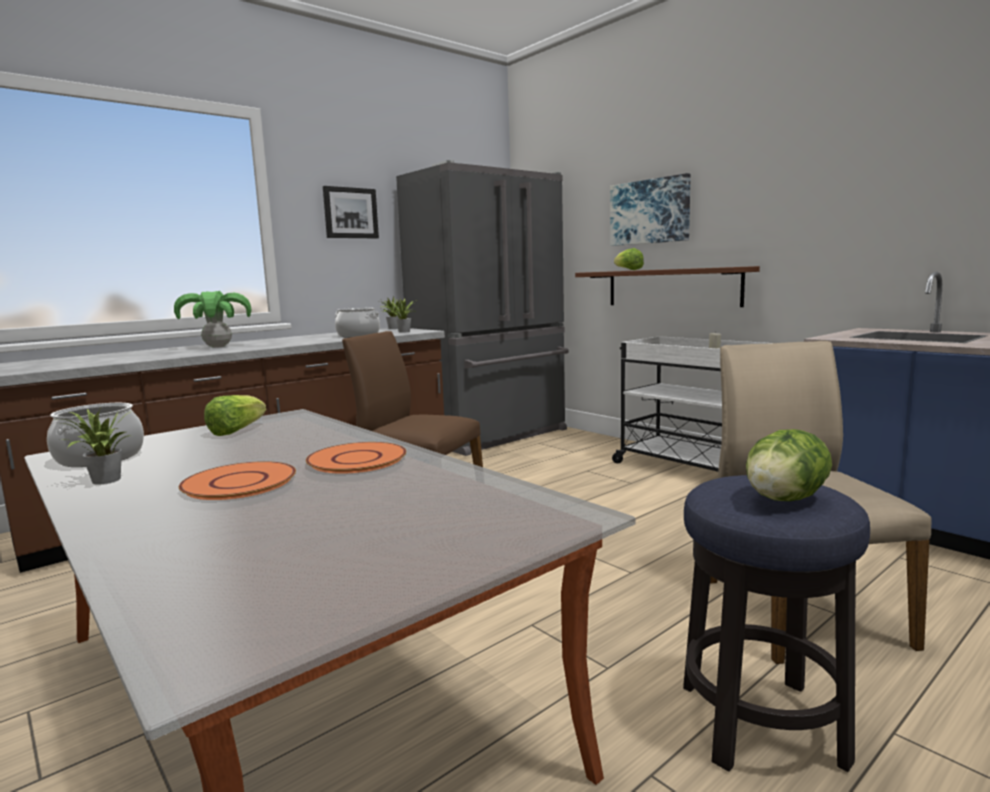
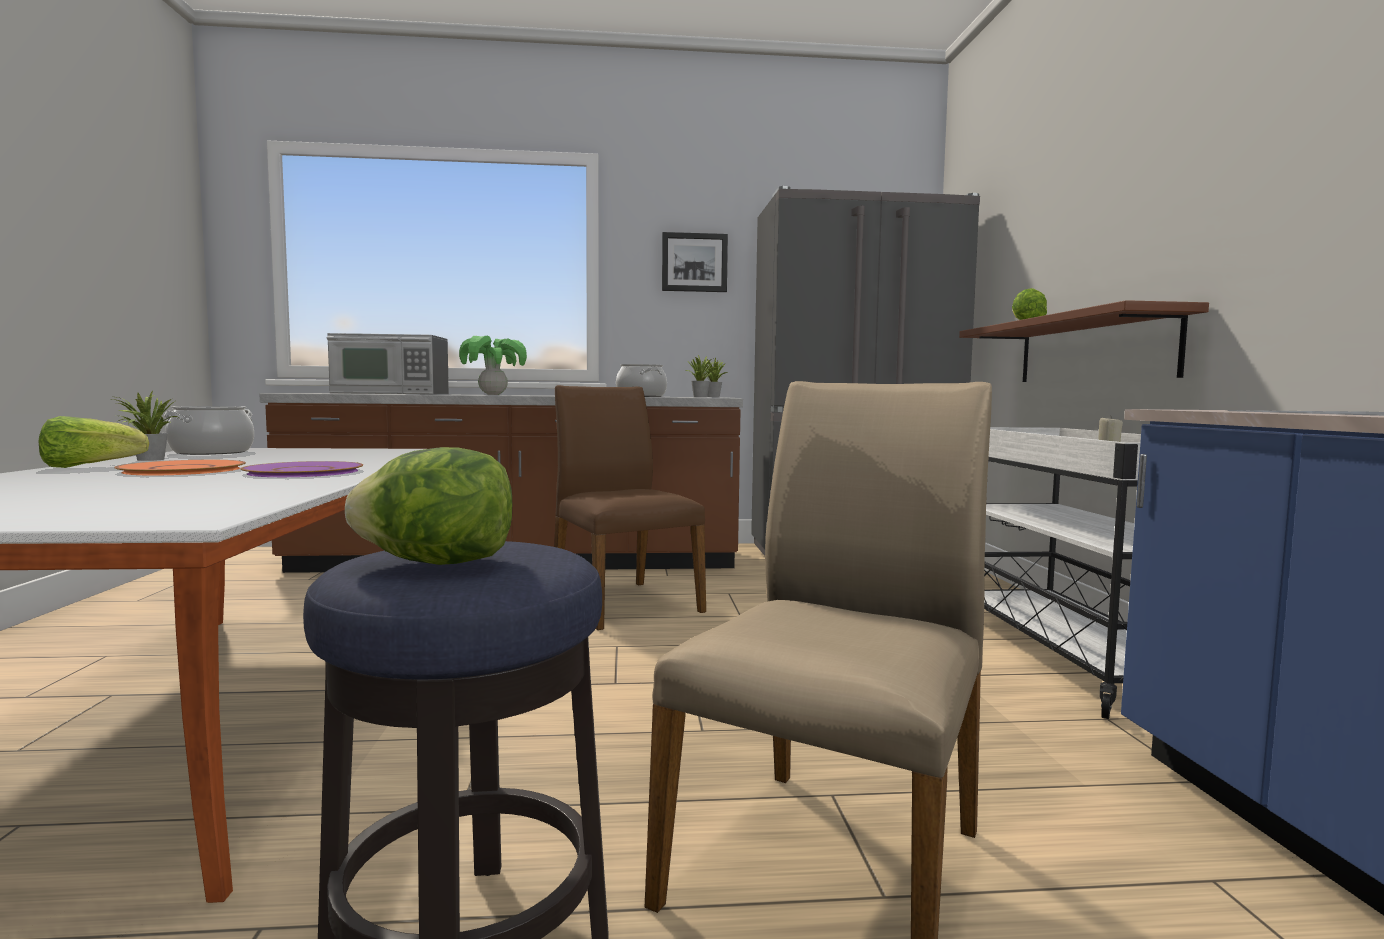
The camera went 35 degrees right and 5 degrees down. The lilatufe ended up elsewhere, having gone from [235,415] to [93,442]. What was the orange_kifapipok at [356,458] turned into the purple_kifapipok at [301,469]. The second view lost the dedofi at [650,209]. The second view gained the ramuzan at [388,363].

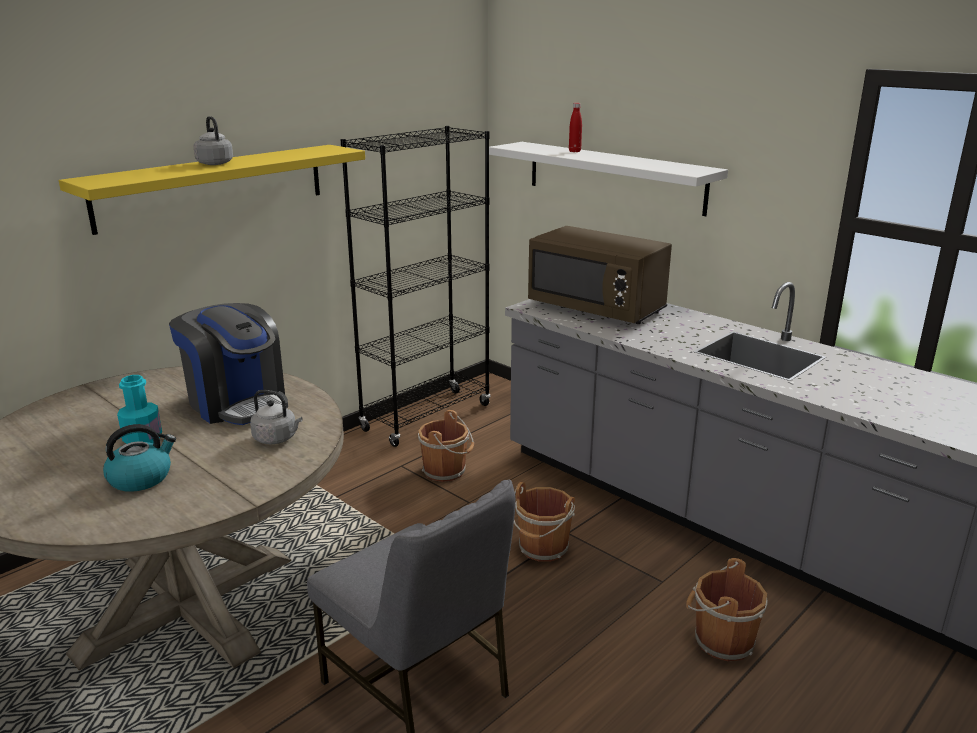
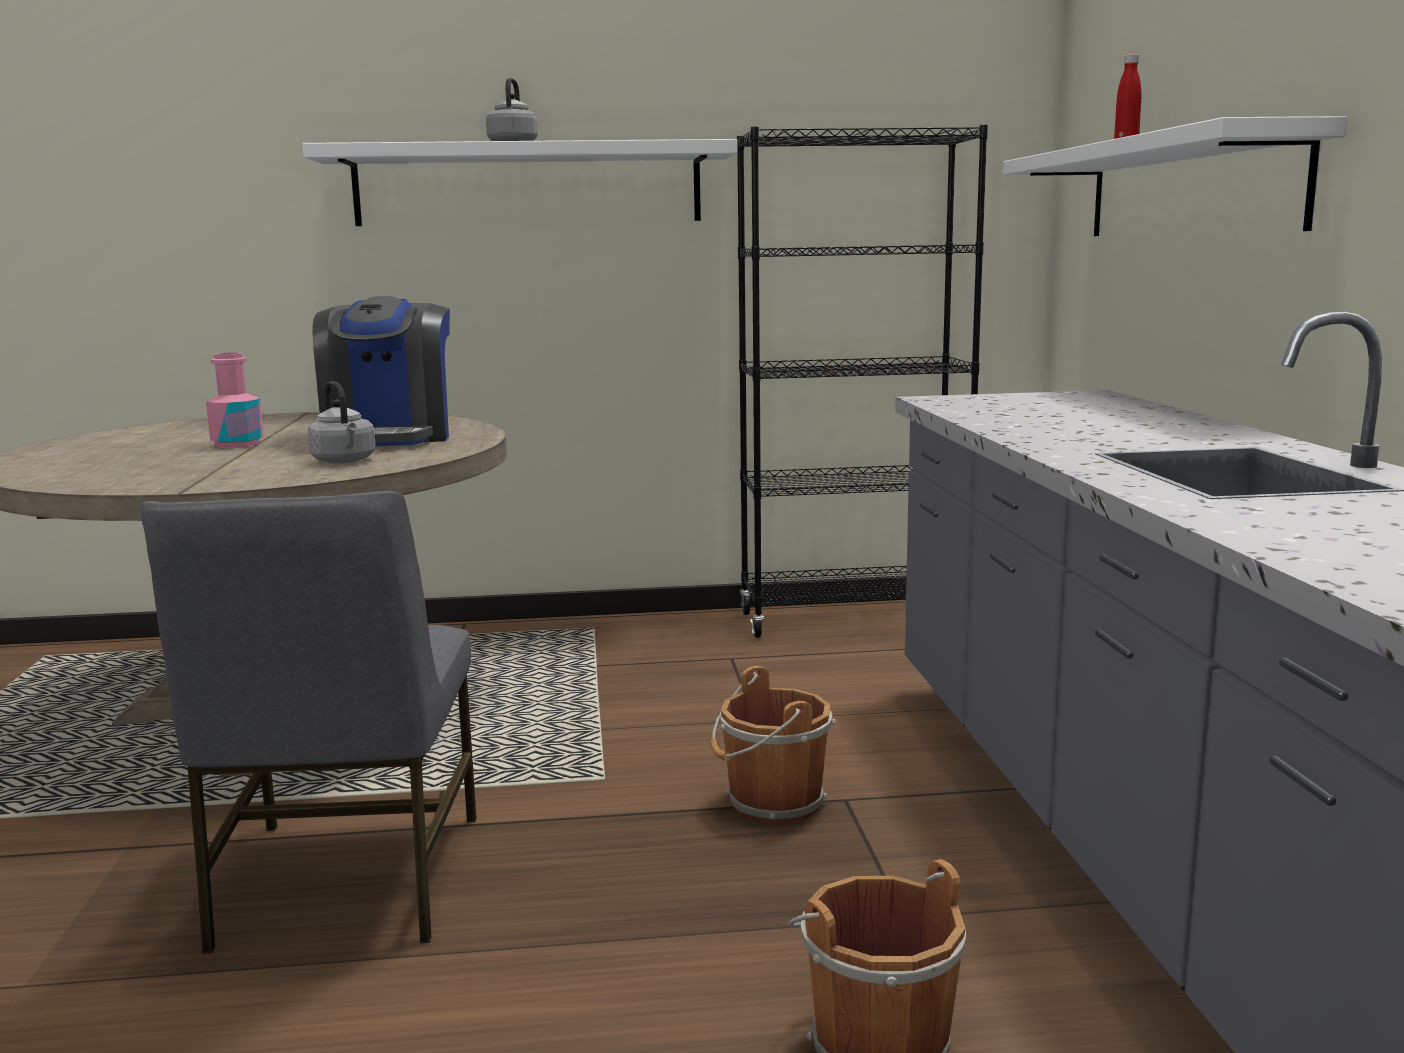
The camera went 40 degrees right and 10 degrees down. What was the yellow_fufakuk at [212,190] turned into the white_fufakuk at [520,182]. The second view lost the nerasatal at [139,458]. What was the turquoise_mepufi at [139,409] turned into the pink_mepufi at [234,400]. The second view lost the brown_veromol at [446,446]. The second view lost the brown_ramuzan at [600,275].

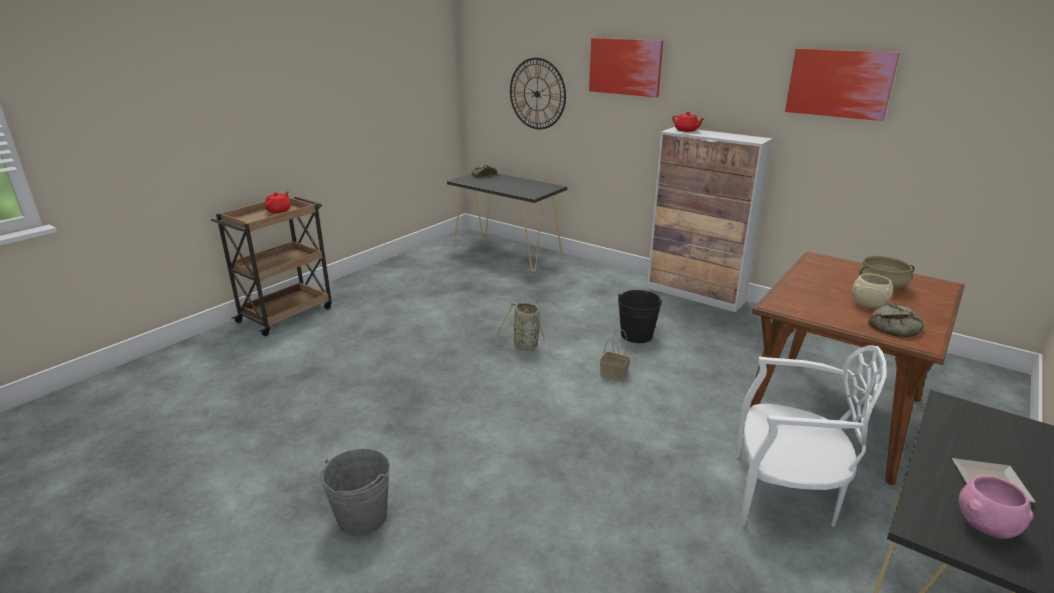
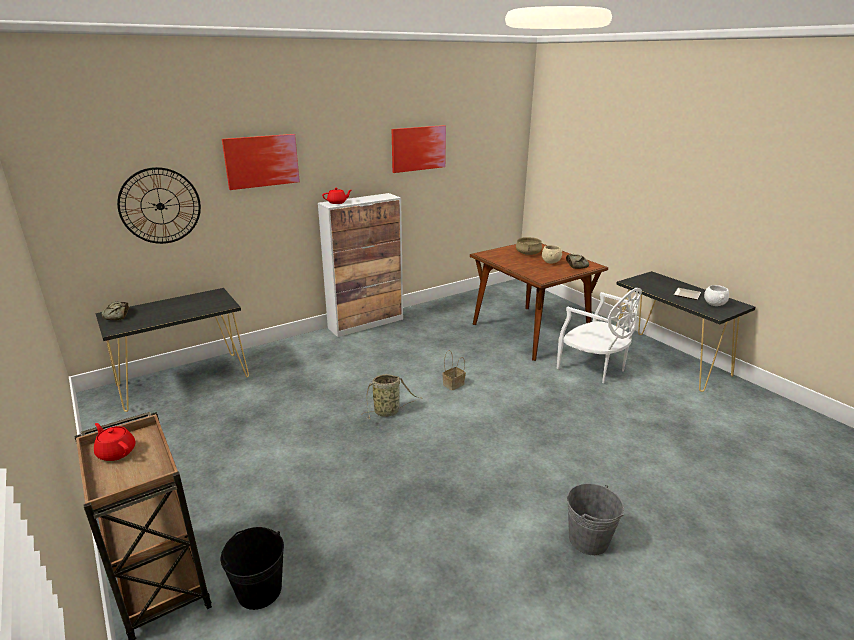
The camera went 70 degrees left and 0 degrees up. The black_veromol ended up elsewhere, having gone from [640,316] to [252,568]. The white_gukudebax at [810,436] ended up facing another way, 105 degrees clockwise from before. What was the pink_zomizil at [996,507] turned into the white_zomizil at [716,295].

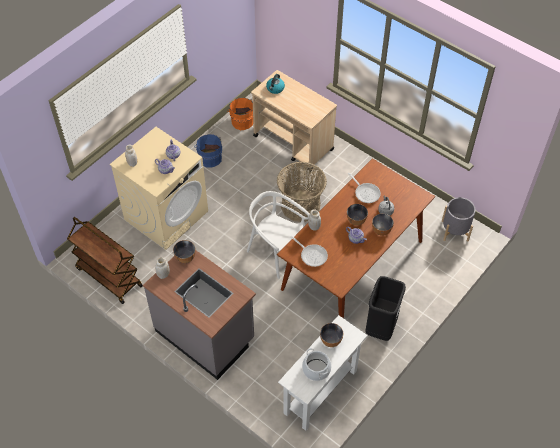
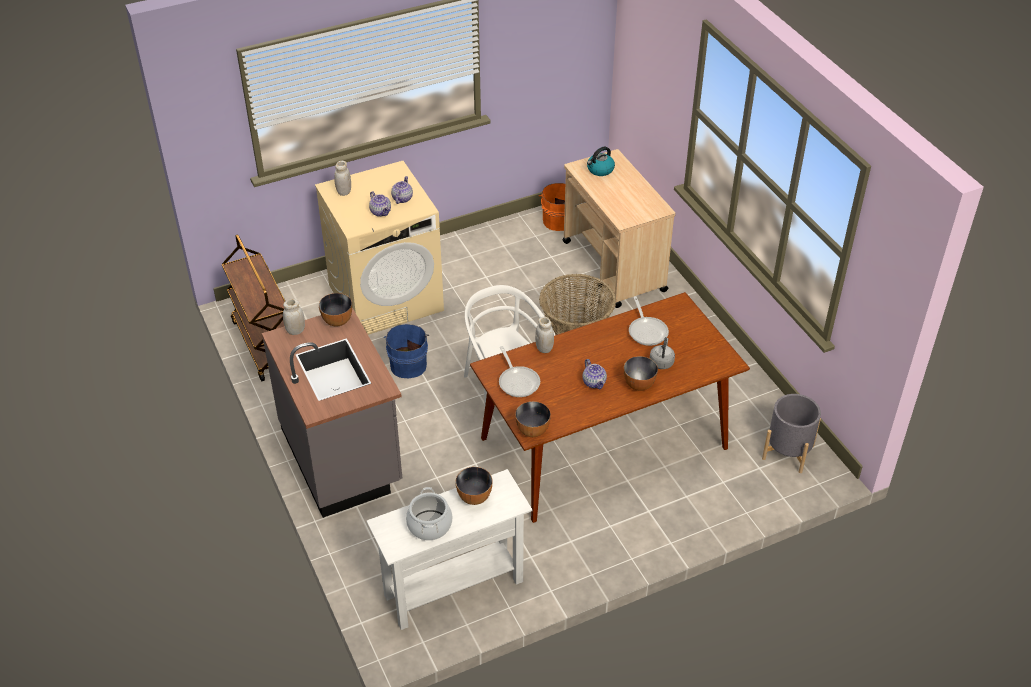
The camera went 25 degrees right and 10 degrees down. The blue_veromol ended up elsewhere, having gone from [208,151] to [406,351]. The zomizil ended up elsewhere, having gone from [357,215] to [533,419]. The second view lost the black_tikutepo at [385,308].

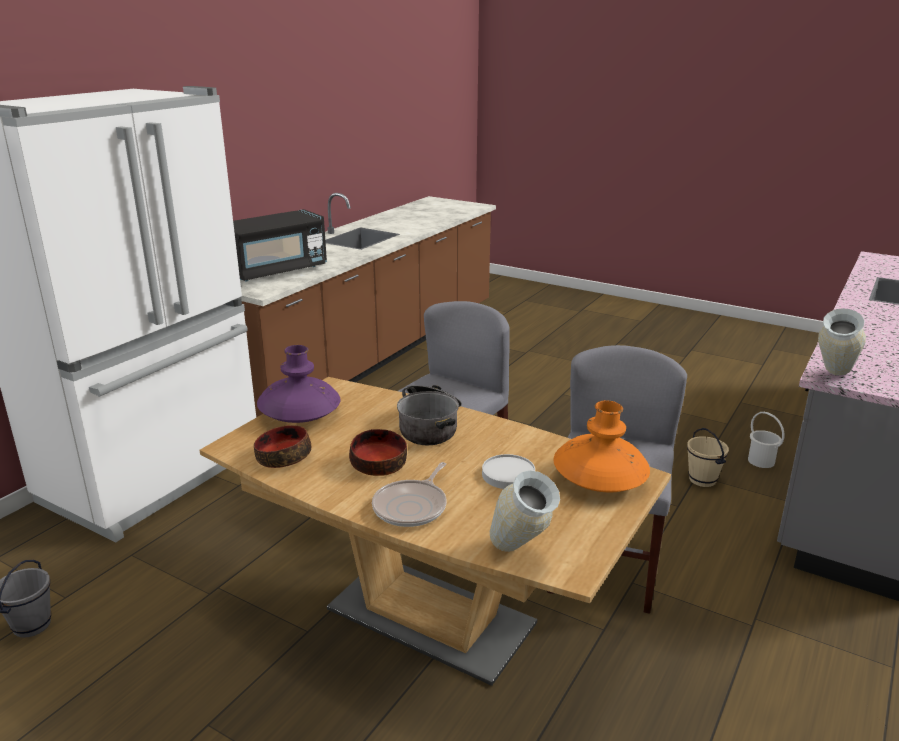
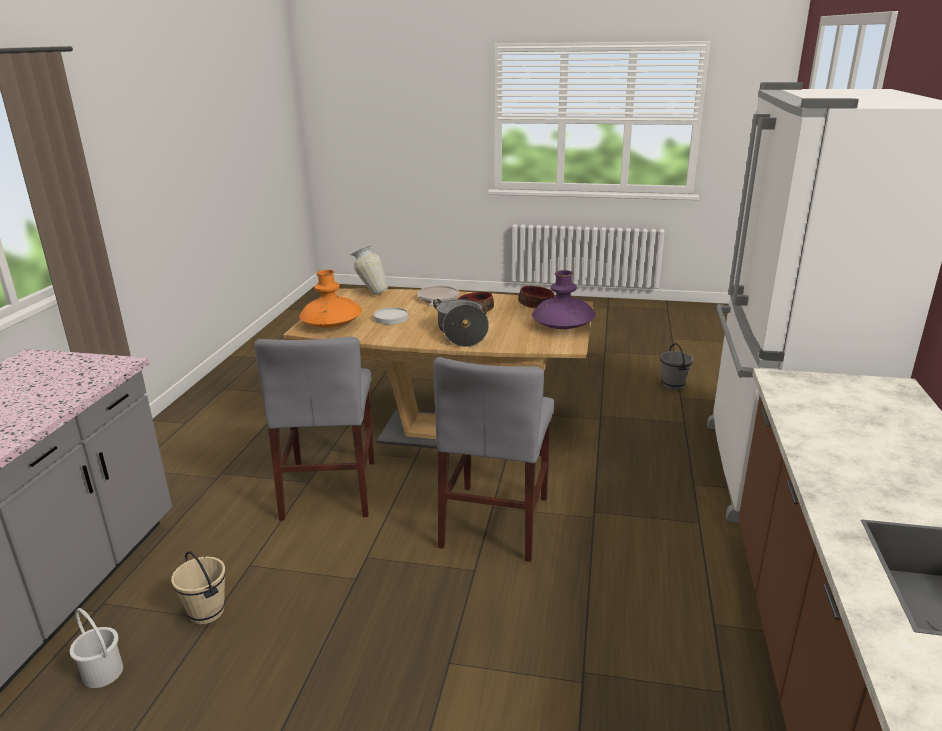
The camera went 160 degrees right and 0 degrees up. The second view lost the black_ramuzan at [280,245]. The second view lost the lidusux at [842,342].

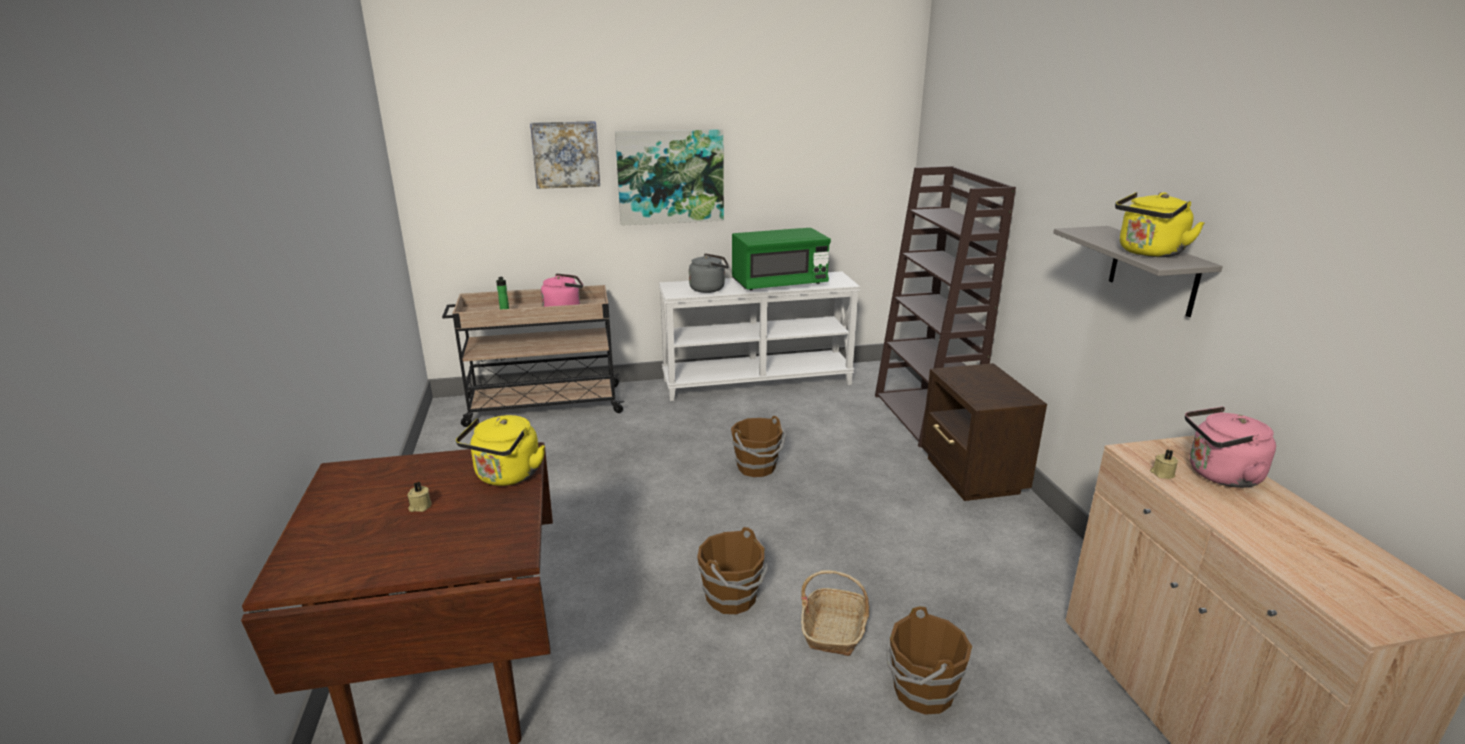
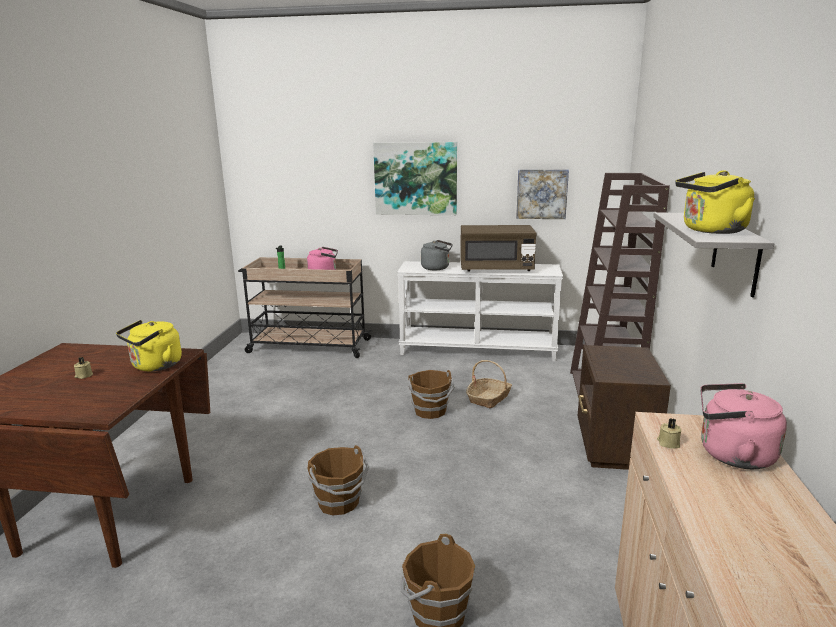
The camera went 20 degrees right and 5 degrees down. The dedofi ended up elsewhere, having gone from [565,155] to [542,194]. What was the green_ramuzan at [781,259] turned into the brown_ramuzan at [498,248]. The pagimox ended up elsewhere, having gone from [835,613] to [489,384].

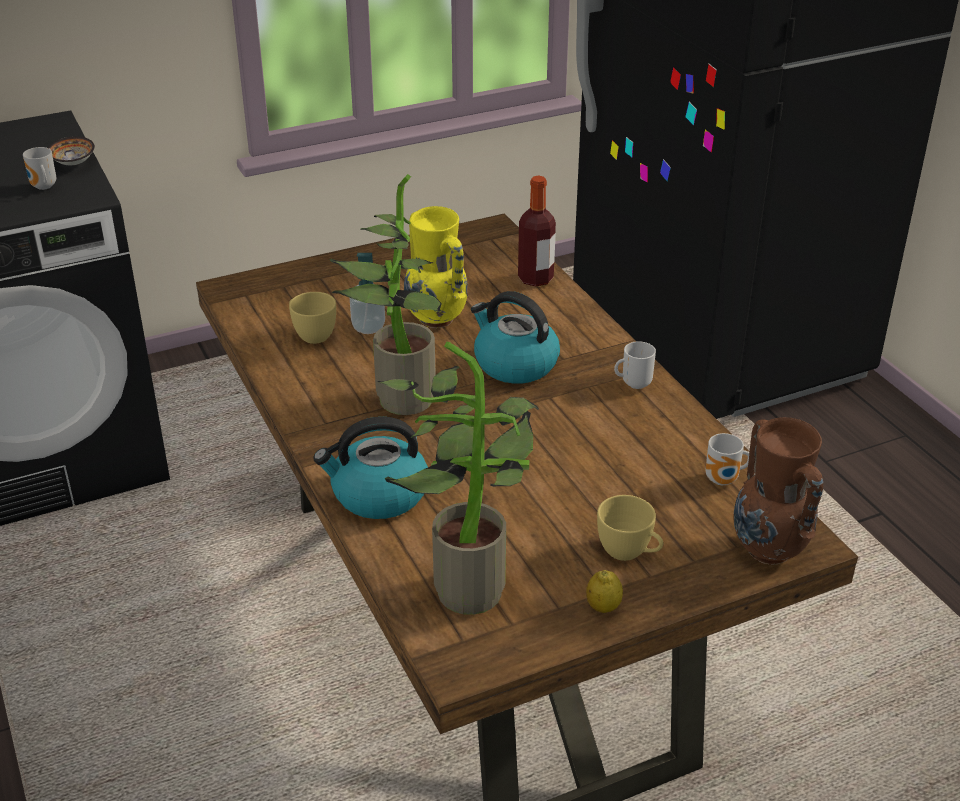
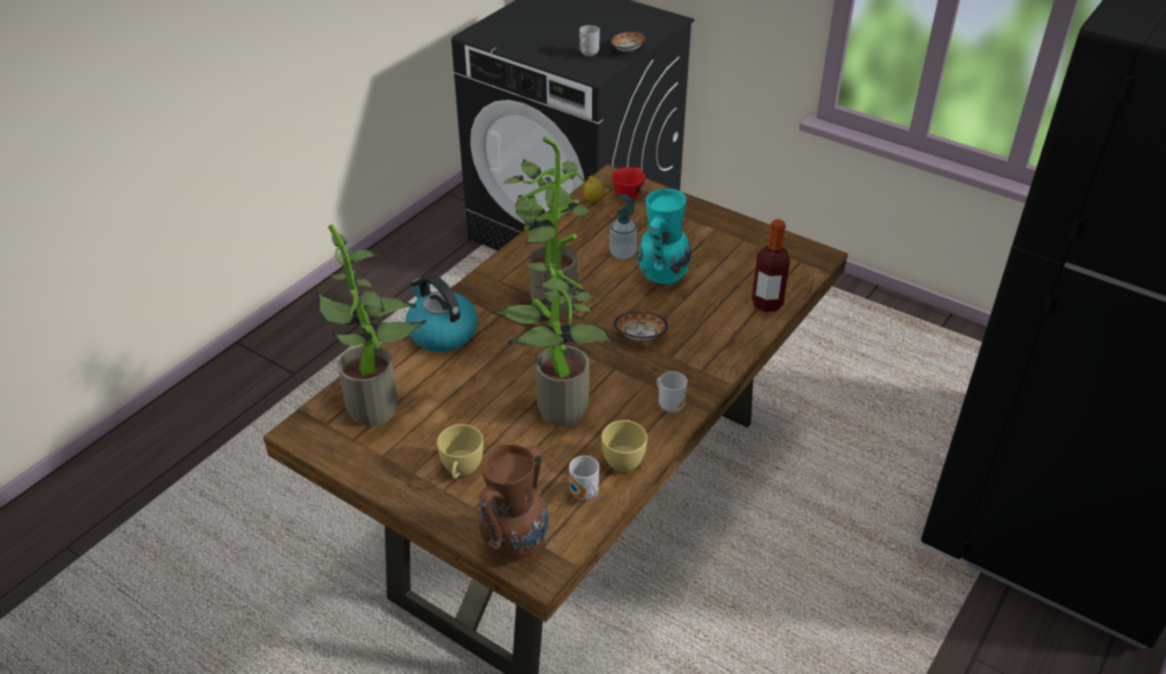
The camera went 60 degrees right and 5 degrees up. The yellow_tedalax ended up elsewhere, having gone from [312,318] to [624,446]. What was the yellow_lidusux at [436,267] turned into the turquoise_lidusux at [664,237]. Where the nerasatal stood at [515,337], the zomizil came to stand at [641,325]. The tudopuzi ended up elsewhere, having gone from [604,591] to [594,188]. The second view gained the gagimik at [552,330]. The second view gained the red_tedalax at [629,183].

